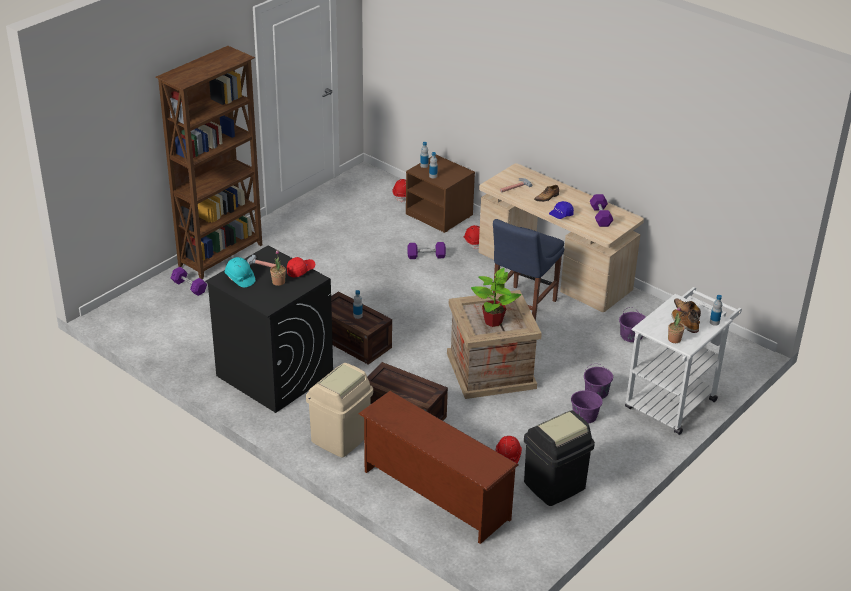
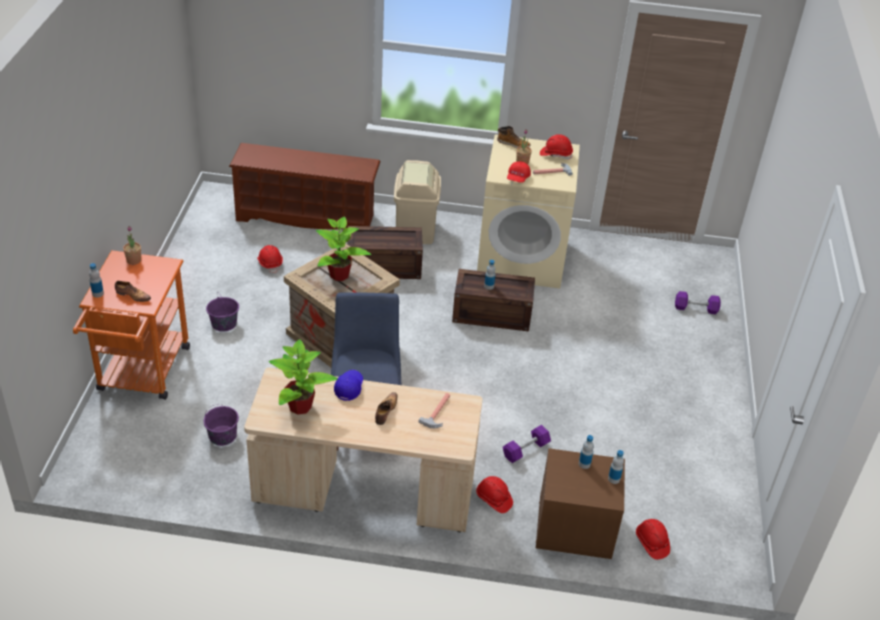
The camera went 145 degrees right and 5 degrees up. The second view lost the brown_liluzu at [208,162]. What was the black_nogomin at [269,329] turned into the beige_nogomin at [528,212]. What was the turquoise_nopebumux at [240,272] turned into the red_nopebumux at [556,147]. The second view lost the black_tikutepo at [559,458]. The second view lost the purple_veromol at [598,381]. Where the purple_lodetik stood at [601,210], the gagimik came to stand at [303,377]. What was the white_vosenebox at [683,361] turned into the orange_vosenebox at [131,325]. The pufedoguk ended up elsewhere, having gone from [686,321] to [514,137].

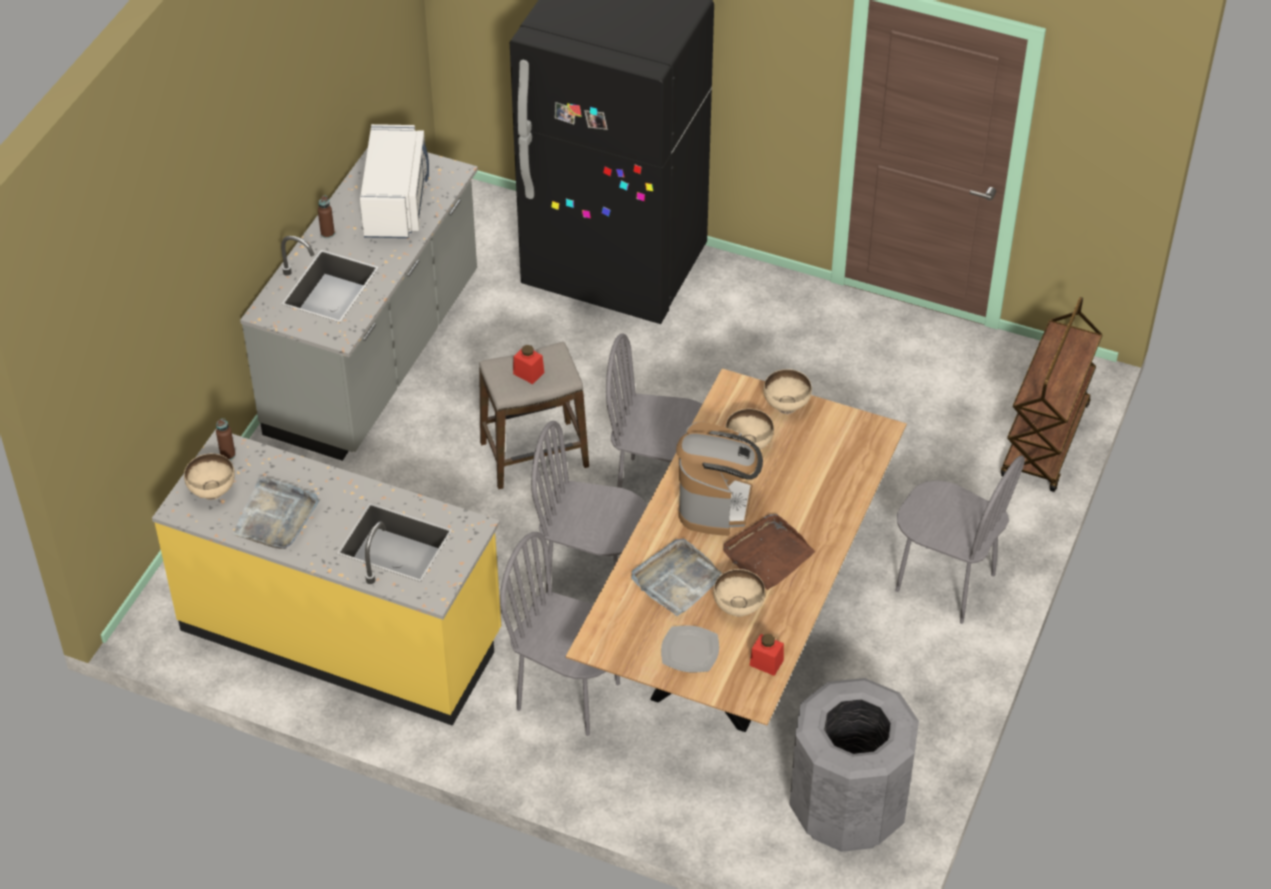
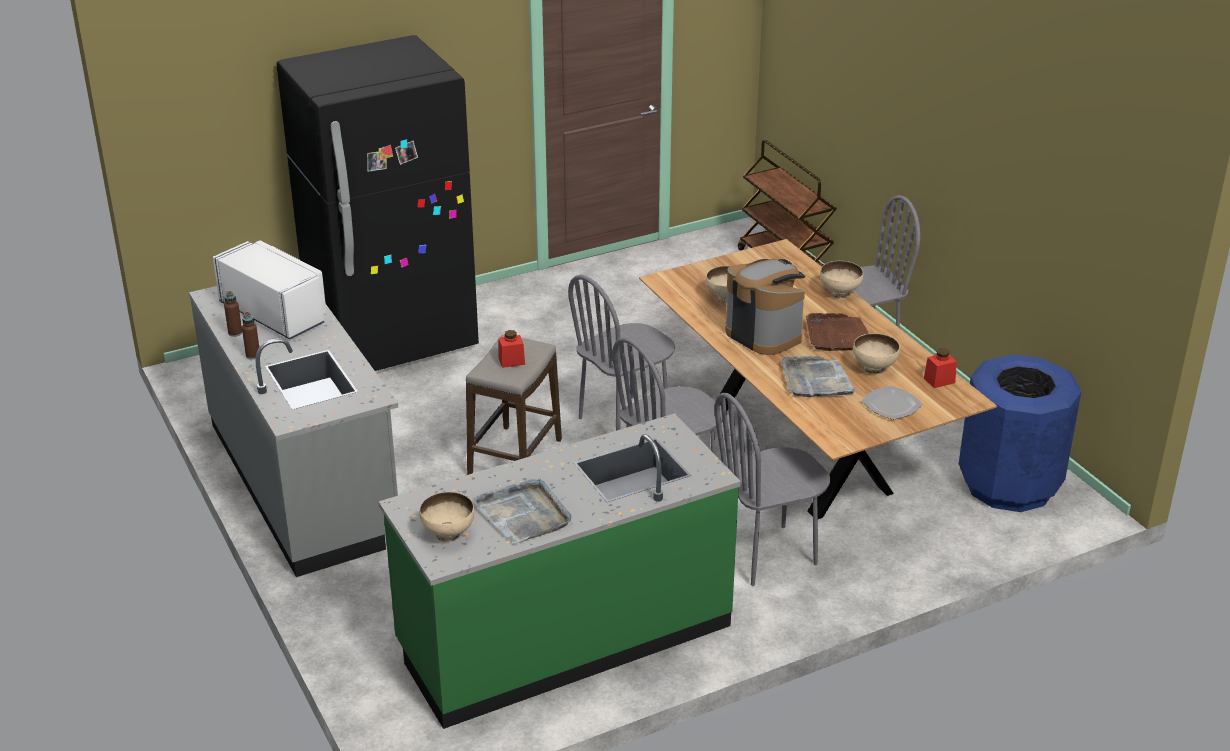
The camera went 50 degrees left and 15 degrees down. What was the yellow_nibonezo at [326,577] turned into the green_nibonezo at [559,571]. The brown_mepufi ended up elsewhere, having gone from [226,439] to [233,314]. The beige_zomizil ended up elsewhere, having gone from [788,391] to [841,280]. What was the grey_tikutepo at [854,765] turned into the blue_tikutepo at [1020,433].

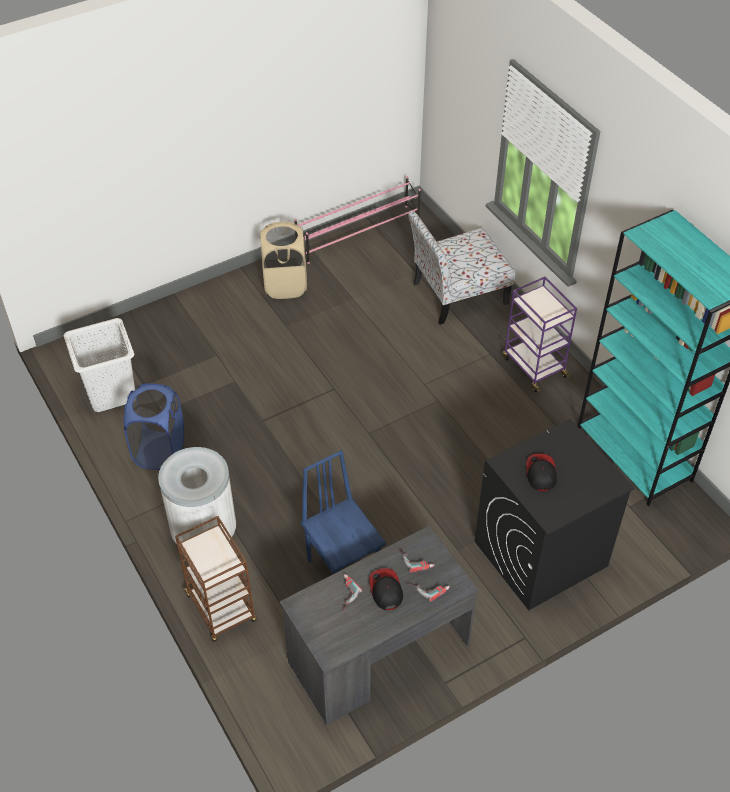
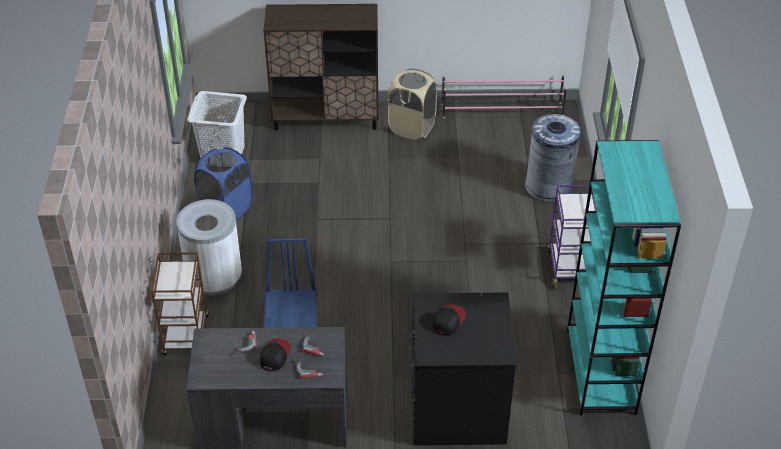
The camera went 30 degrees right and 5 degrees down. Where the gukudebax stood at [462,268], the grey_tikutepo came to stand at [553,158]. The second view gained the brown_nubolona at [321,67].

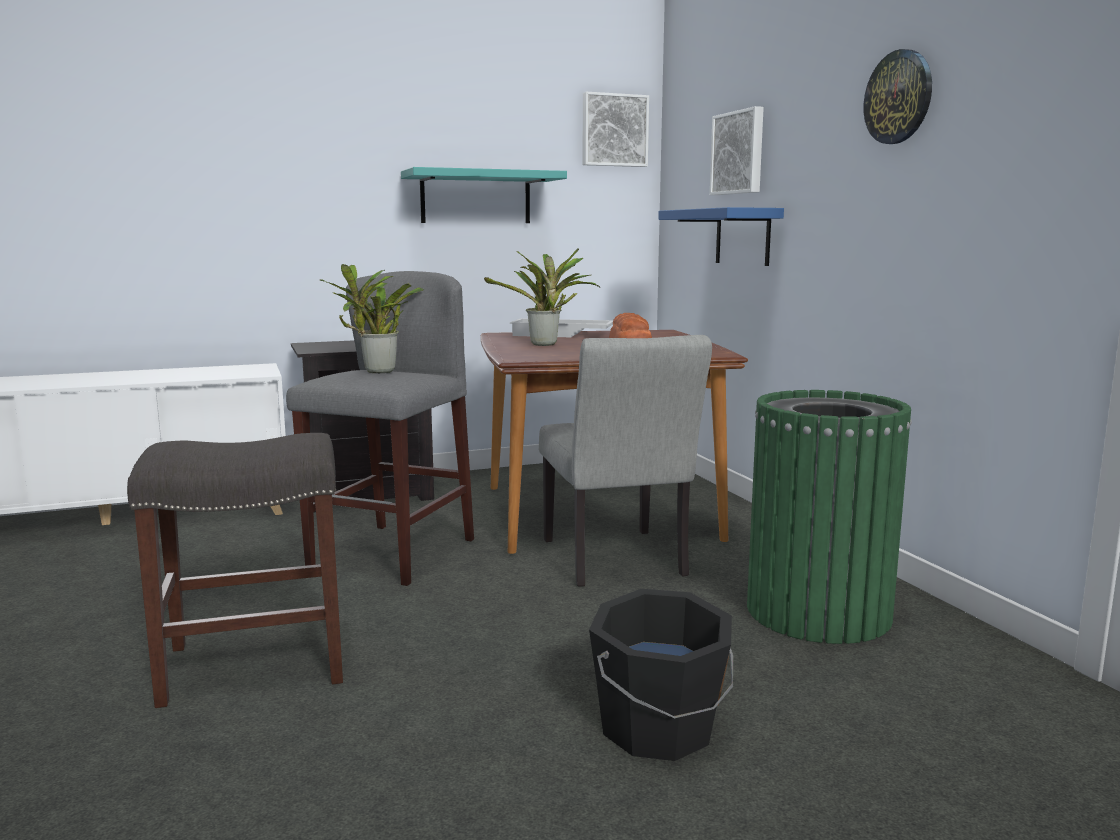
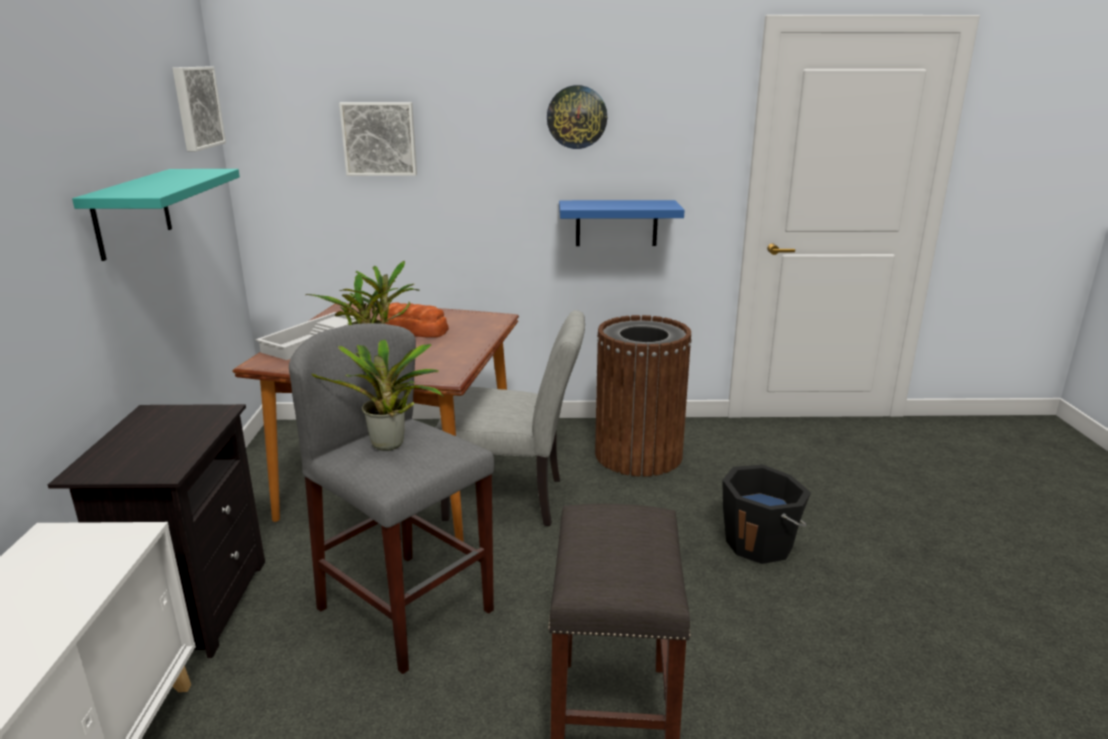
The camera went 70 degrees left and 10 degrees up. The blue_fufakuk ended up elsewhere, having gone from [721,236] to [622,223]. What was the green_tikutepo at [829,517] turned into the brown_tikutepo at [643,396].

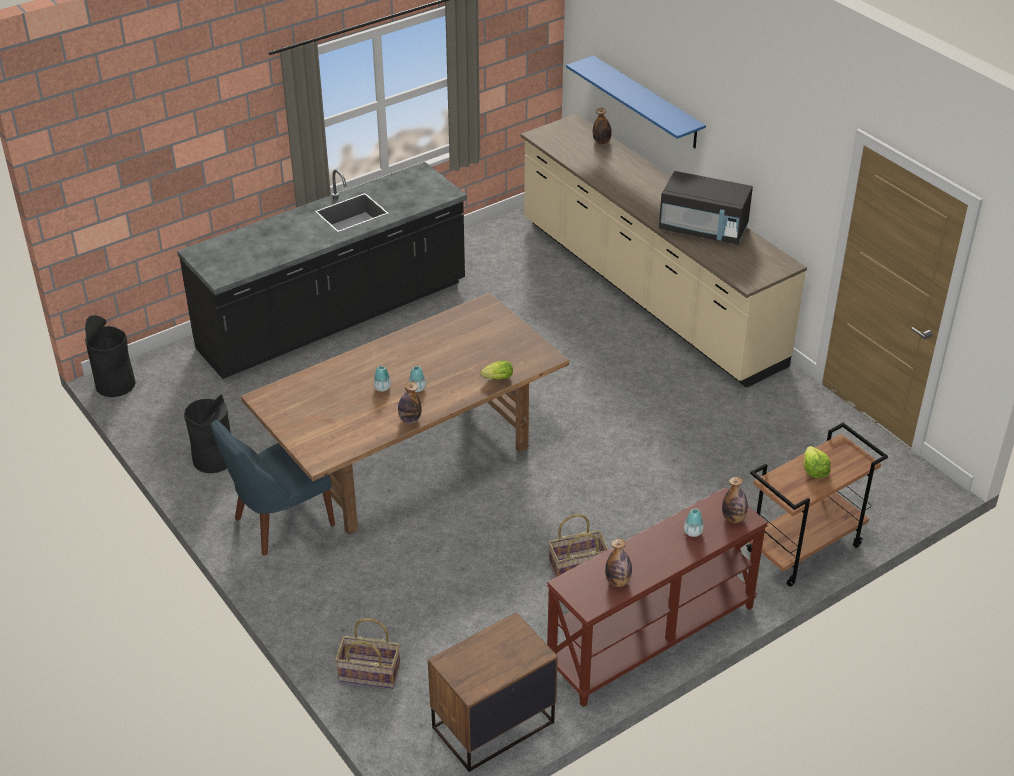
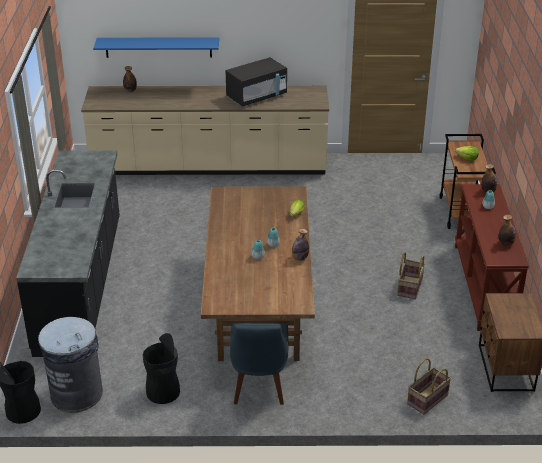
The camera went 55 degrees left and 5 degrees down. The second view gained the grey_tikutepo at [70,365].

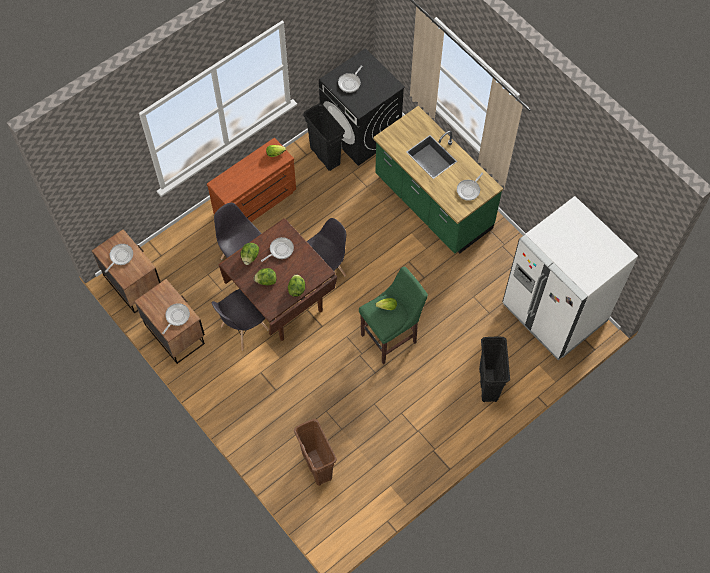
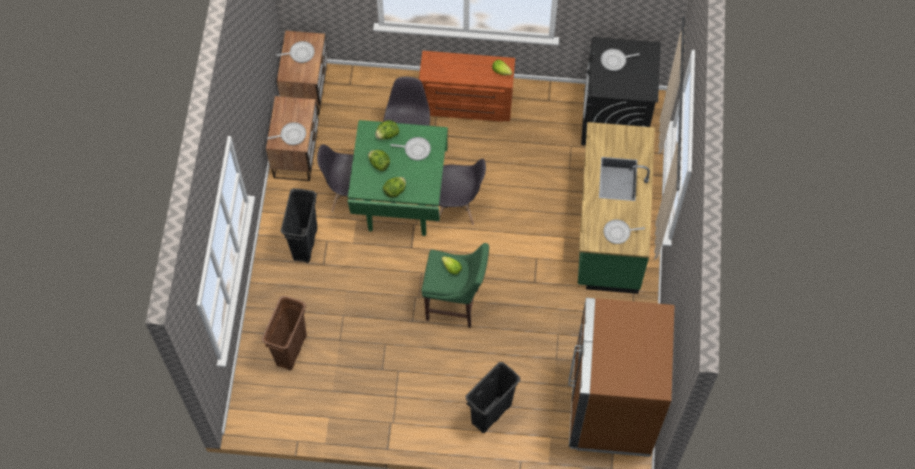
The camera went 45 degrees right and 0 degrees up. What was the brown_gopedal at [277,280] turned into the green_gopedal at [398,178]. The black_tikutepo ended up elsewhere, having gone from [324,137] to [299,225]. What was the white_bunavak at [570,278] turned into the brown_bunavak at [621,377].

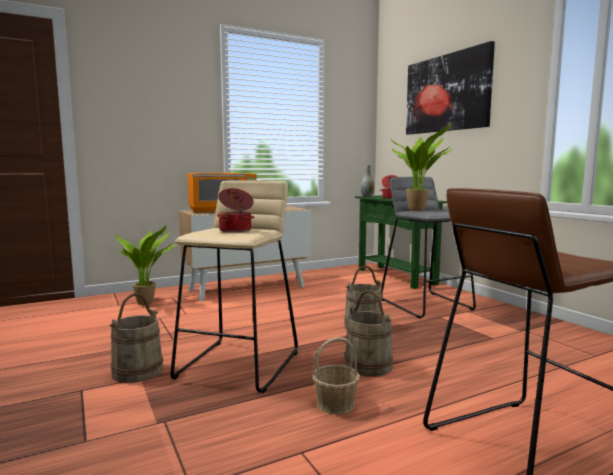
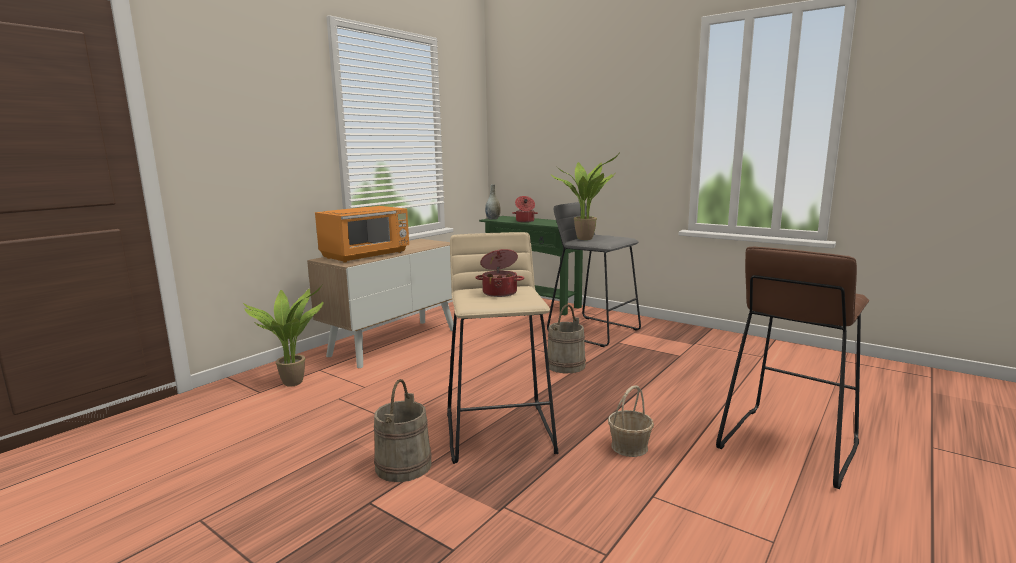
The camera went 25 degrees left and 5 degrees up. The second view lost the beige_veromol at [369,333]. The second view lost the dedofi at [450,88].

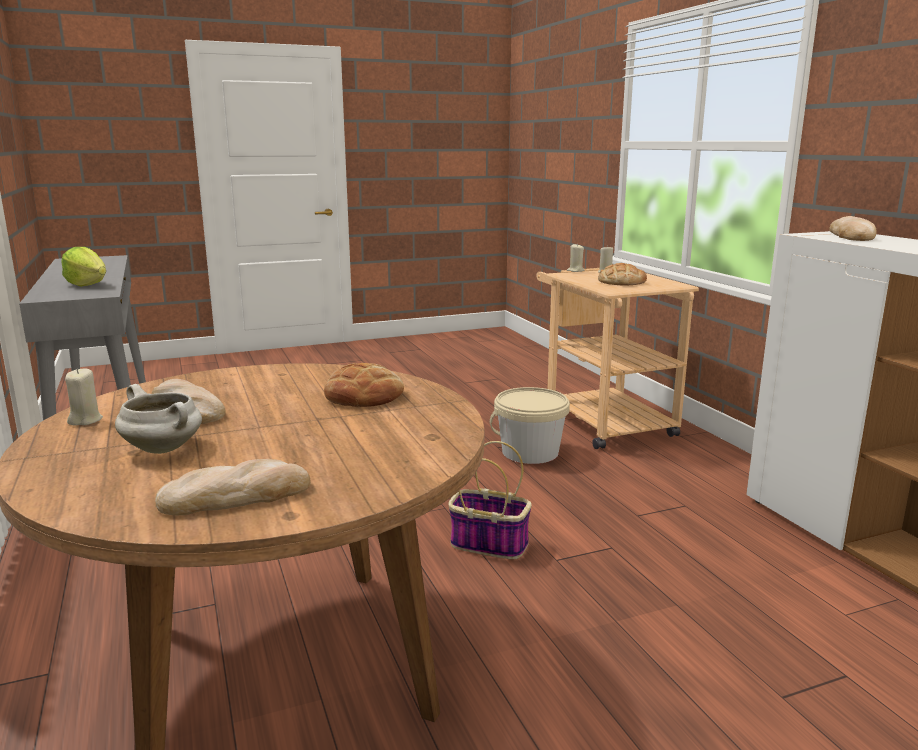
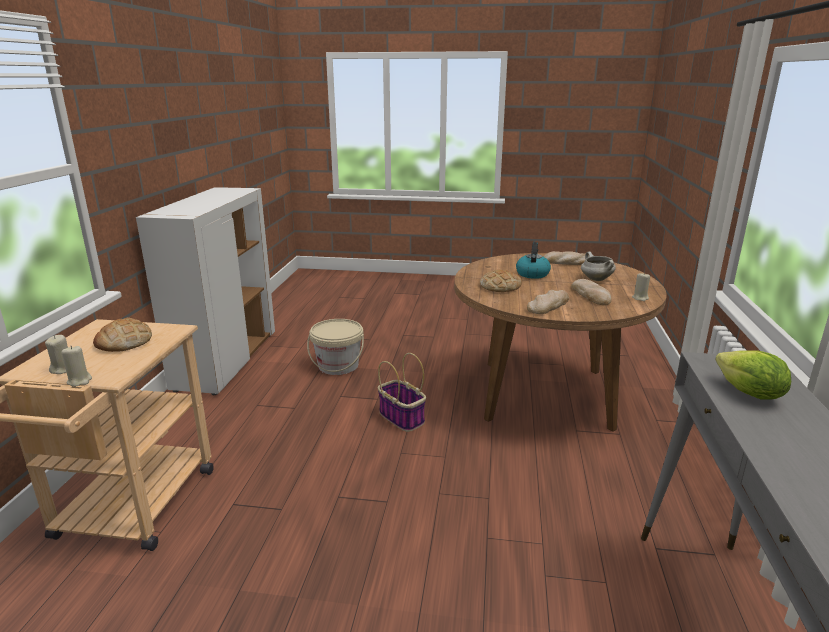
The camera went 150 degrees left and 5 degrees up. The beige_veromol ended up elsewhere, having gone from [530,425] to [335,347]. The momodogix ended up elsewhere, having gone from [853,228] to [548,302]. The second view gained the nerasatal at [533,260].

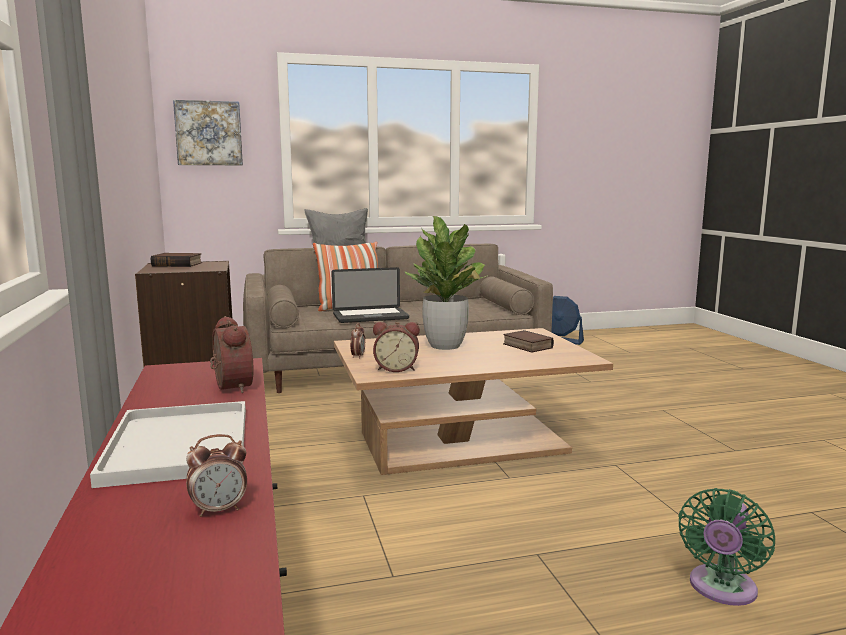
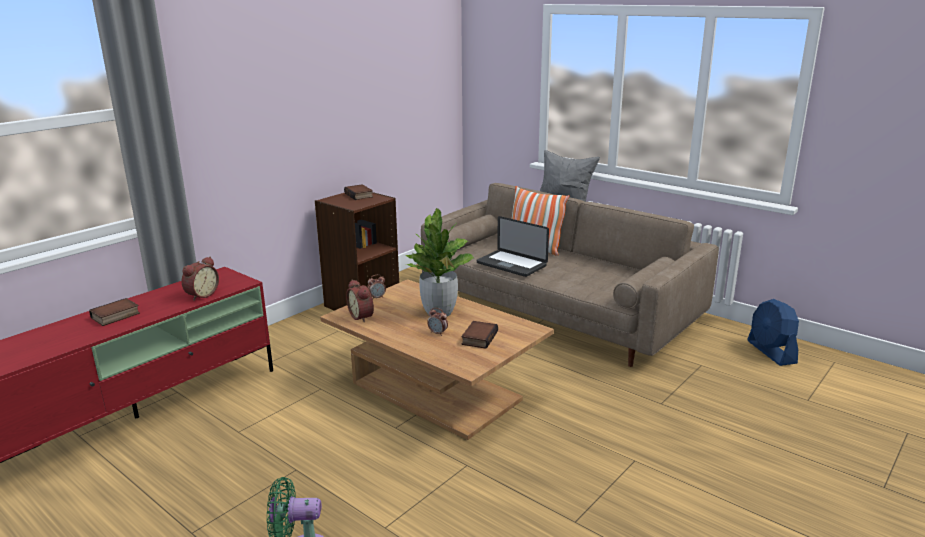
The camera went 55 degrees right and 10 degrees up. Where the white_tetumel stood at [168,444], the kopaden came to stand at [114,312]. The second view lost the dedofi at [208,132]. The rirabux ended up elsewhere, having gone from [216,475] to [437,322].

